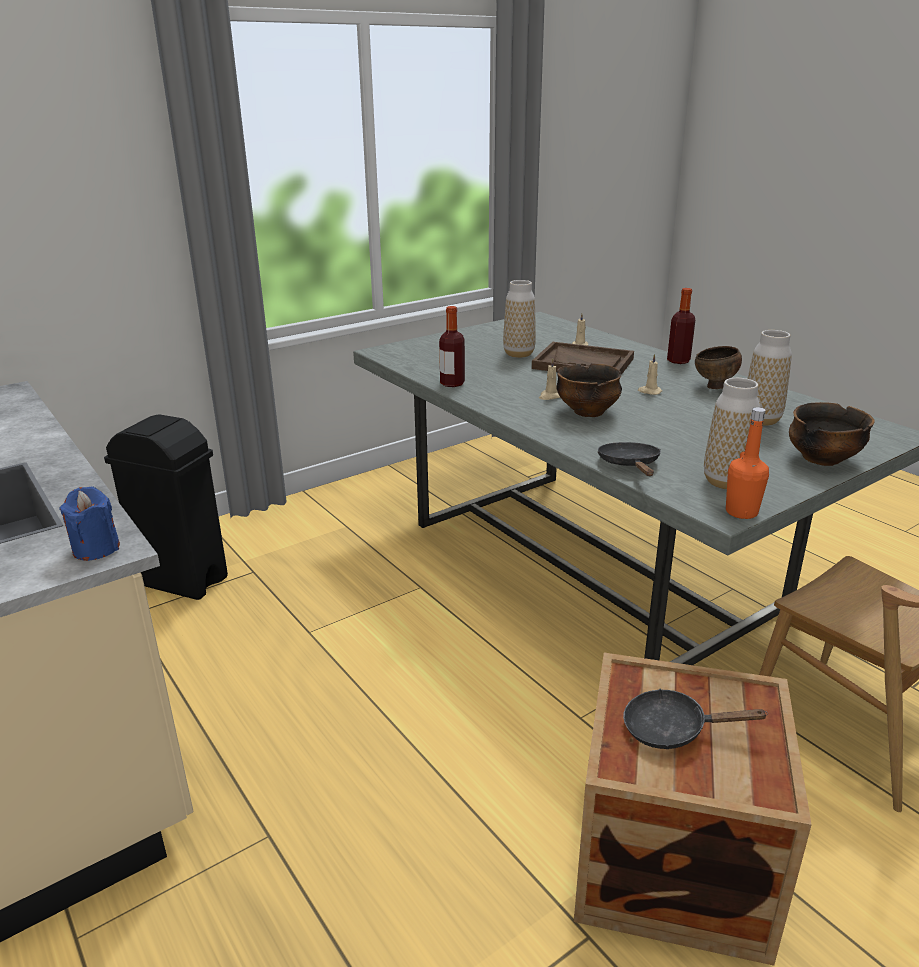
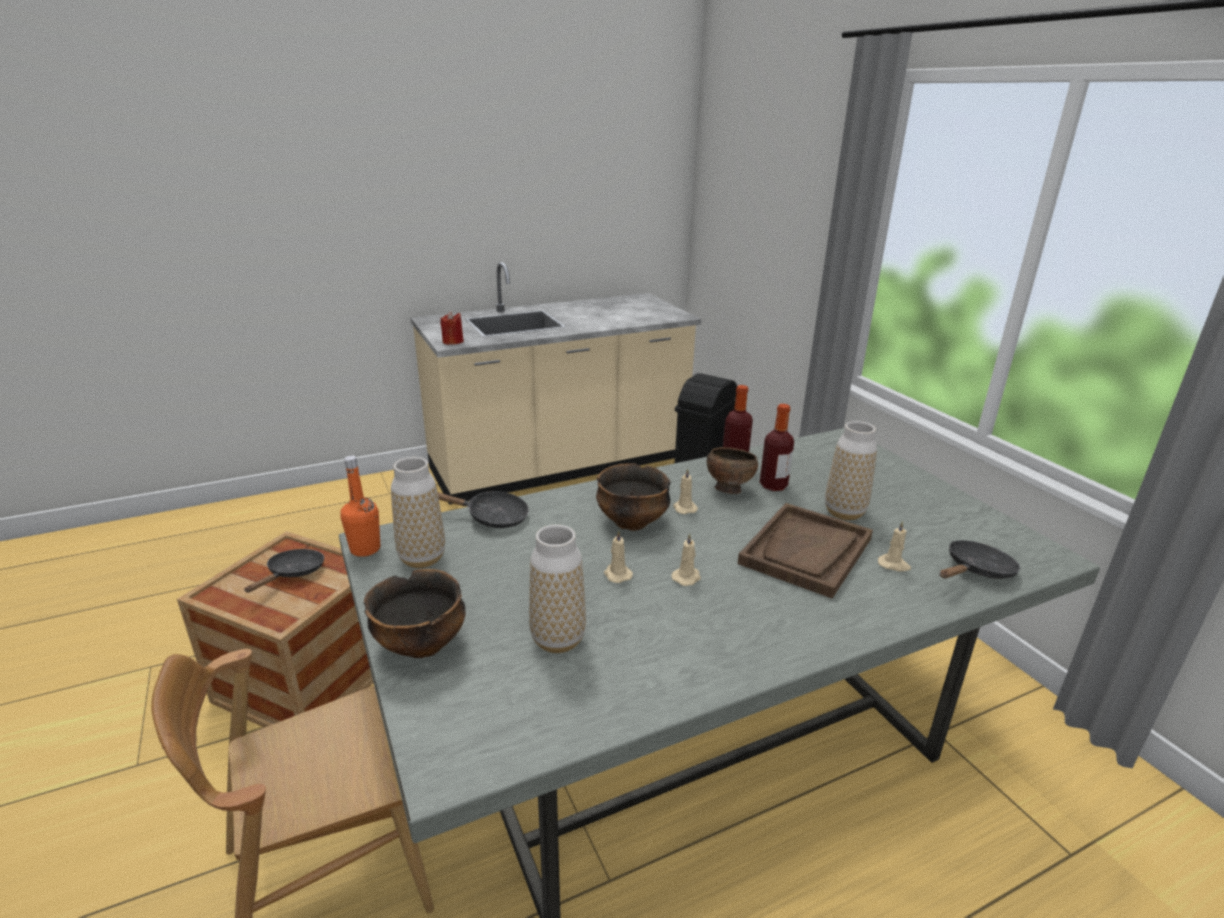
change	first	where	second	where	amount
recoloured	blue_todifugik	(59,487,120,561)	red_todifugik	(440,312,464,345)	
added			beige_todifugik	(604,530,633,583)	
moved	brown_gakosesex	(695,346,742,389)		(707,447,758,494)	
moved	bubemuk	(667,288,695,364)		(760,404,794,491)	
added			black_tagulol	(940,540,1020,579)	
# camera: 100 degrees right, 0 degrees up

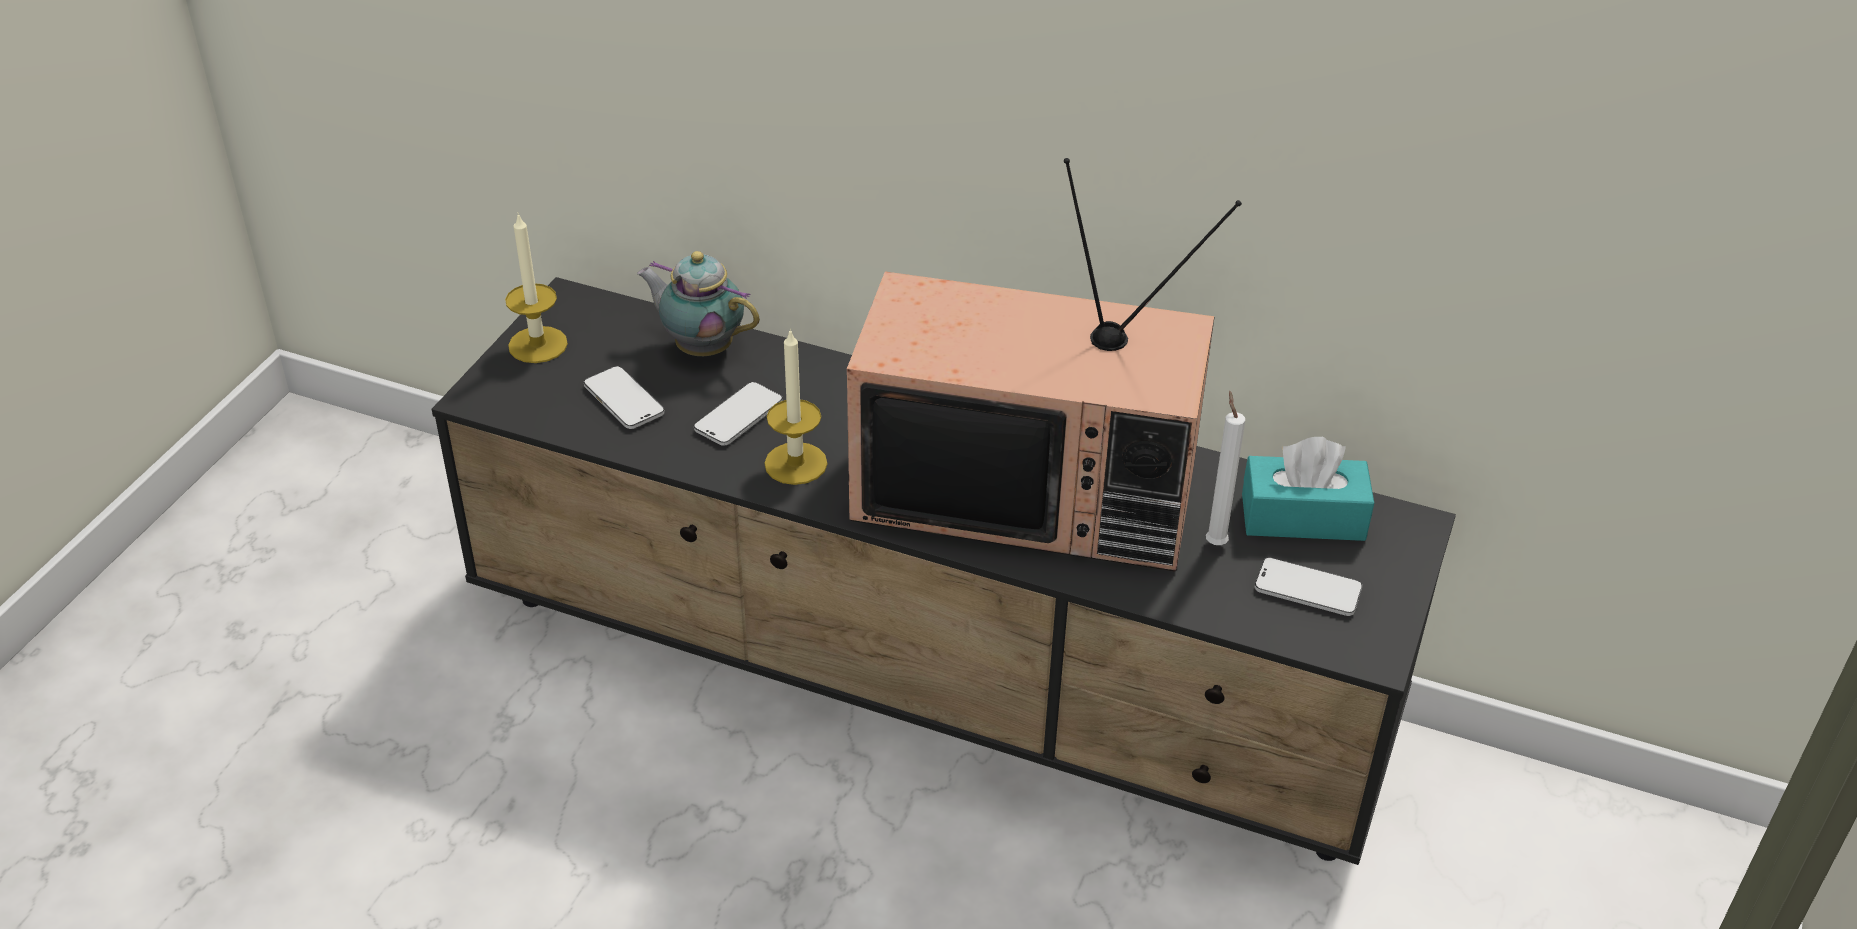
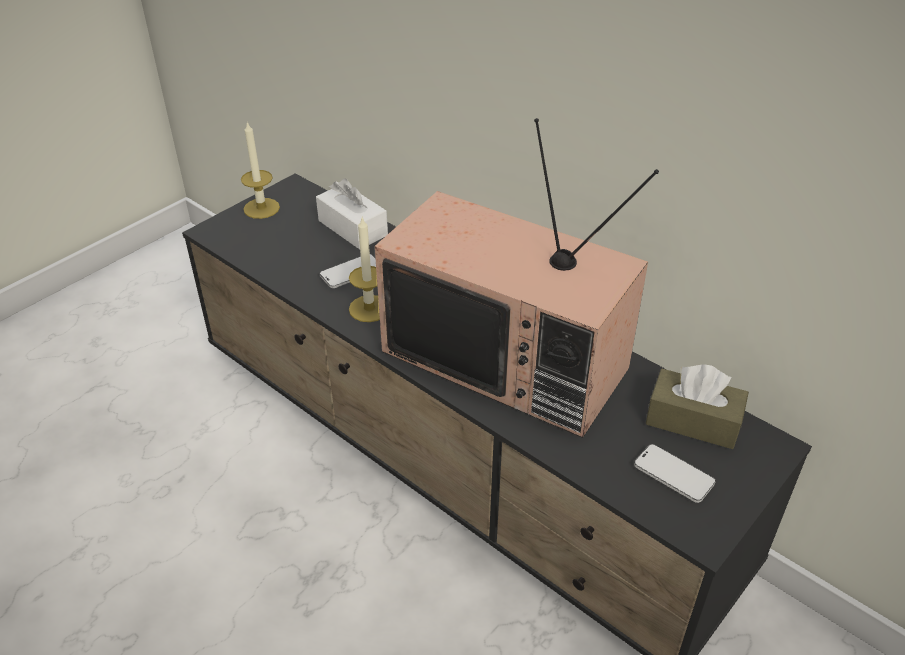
change	first	where	second	where	amount
replaced	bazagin	(637,251,760,356)	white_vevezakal	(316,179,388,249)	
recoloured	turquoise_vevezakal	(1242,437,1374,541)	brown_vevezakal	(646,364,749,449)	
removed	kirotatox	(584,366,664,429)			
removed	white_todifugik	(1206,390,1245,545)			
# camera: 20 degrees right, 0 degrees up

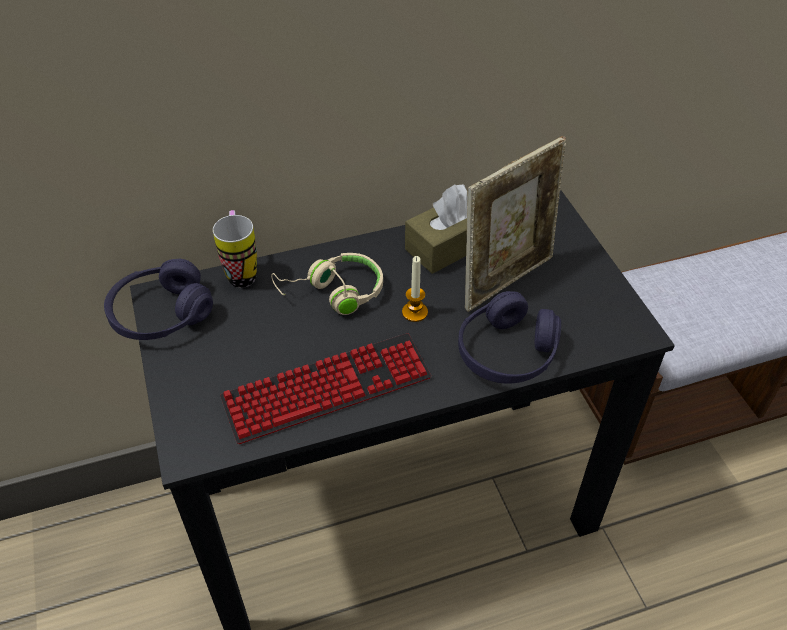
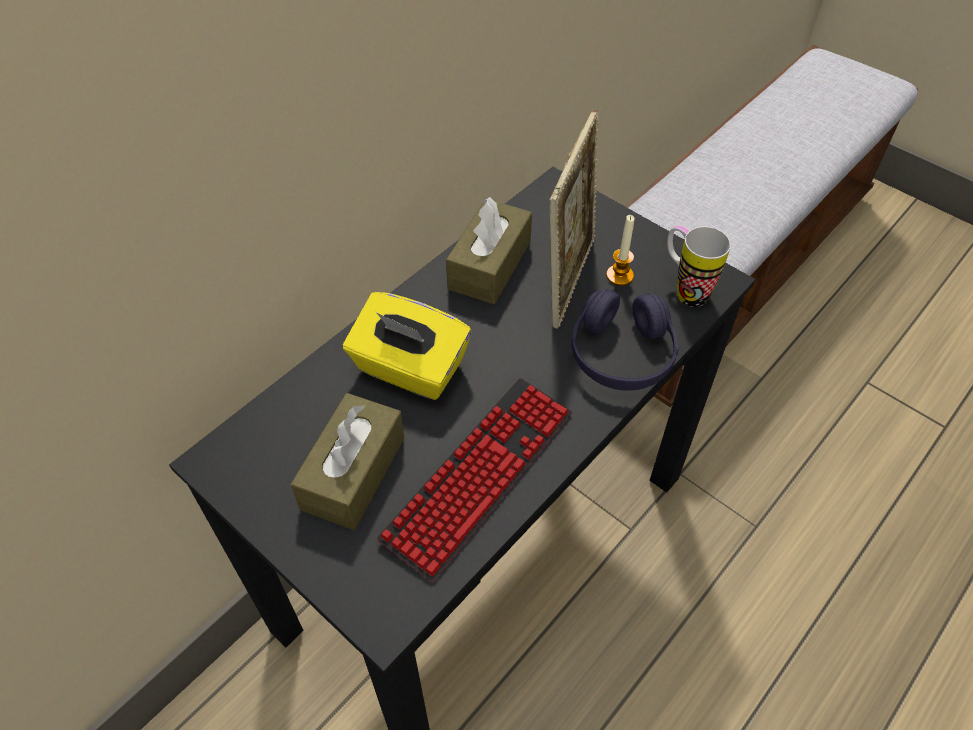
change	first	where	second	where	amount
added			brown_vevezakal	(290,393,404,530)	
replaced	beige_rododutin	(271,253,383,315)	yellow_vevezakal	(343,292,471,400)	
moved	todifugik	(402,256,428,322)		(606,215,634,286)	
moved	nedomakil	(213,210,257,288)		(667,225,731,307)	
removed	purple_rododutin	(104,259,213,340)			
# camera: 30 degrees left, 5 degrees up

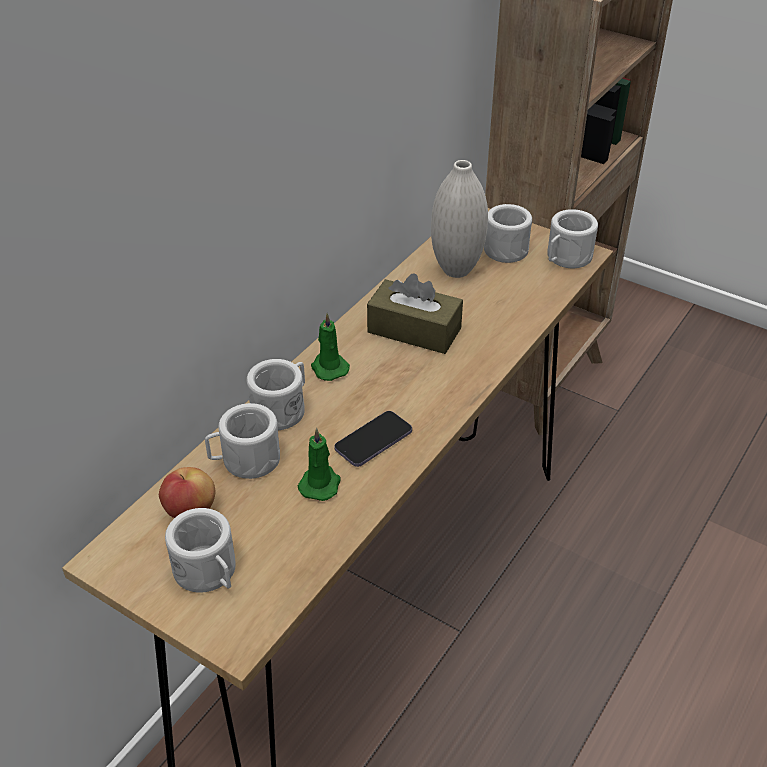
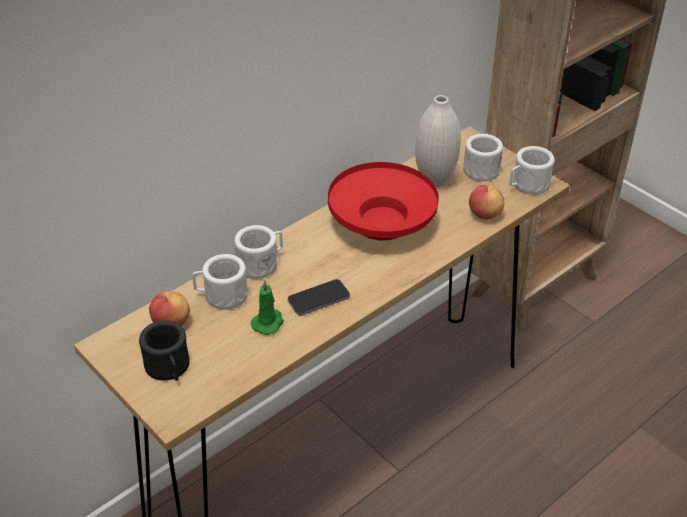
change	first	where	second	where	amount
recoloured	white_nedomakil	(165,508,236,593)	black_nedomakil	(139,320,190,381)	
replaced	brown_vevezakal	(367,273,463,354)	red_gakosesex	(328,162,439,241)	
added			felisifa	(469,185,504,219)	
removed	green_todifugik	(311,313,350,381)			
# camera: 15 degrees right, 0 degrees up

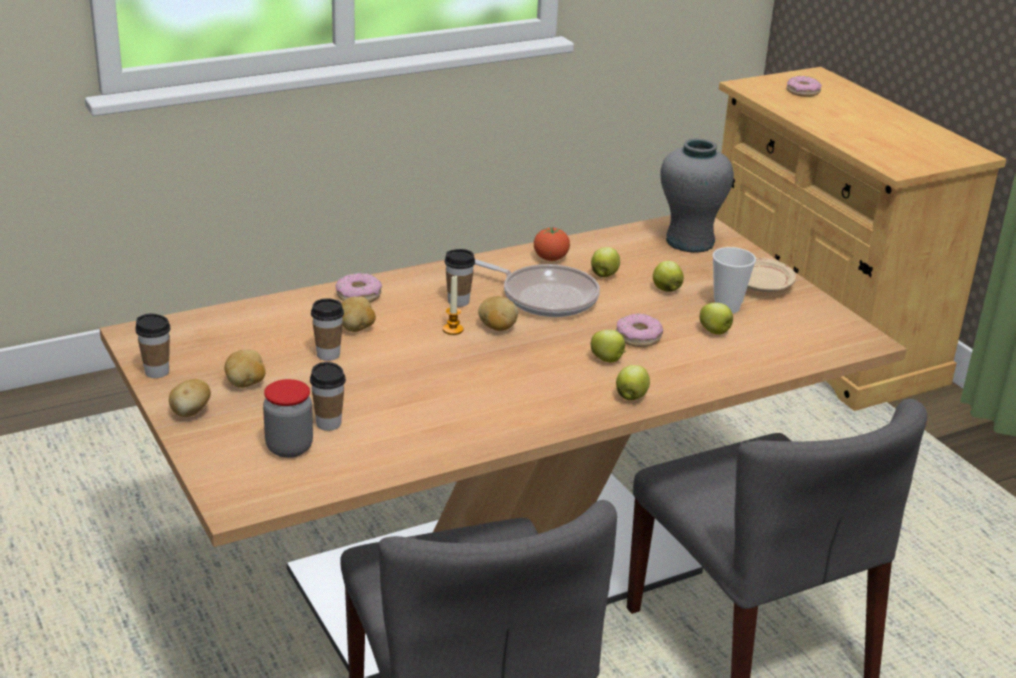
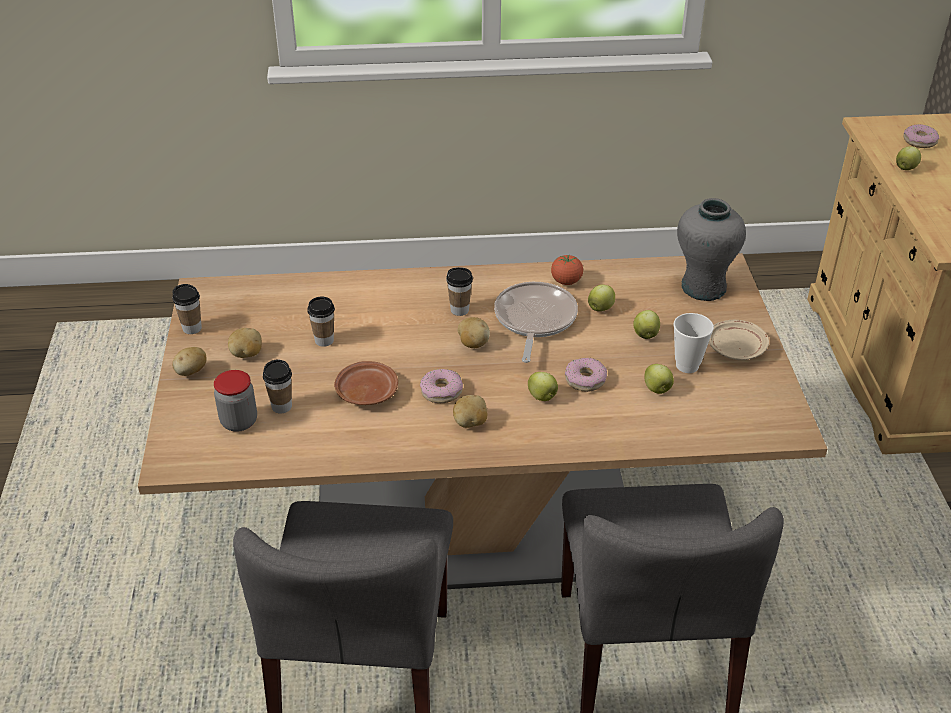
change	first	where	second	where	amount
added			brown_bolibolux	(334,361,398,405)	
moved	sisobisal	(336,273,382,303)		(420,369,463,403)	
moved	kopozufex	(341,296,376,332)		(453,395,487,428)	
turned	tagulol	(475,259,600,317)		(494,282,578,363)	135 degrees counterclockwise
moved	felisifa	(616,365,650,400)		(896,146,921,170)	
removed	todifugik	(443,275,463,335)			
# camera: 25 degrees right, 10 degrees up

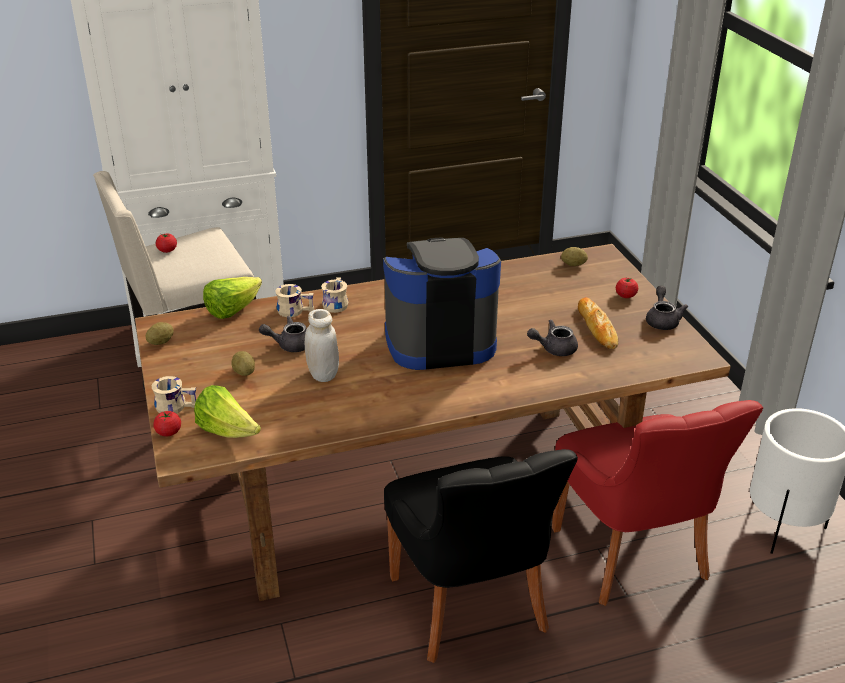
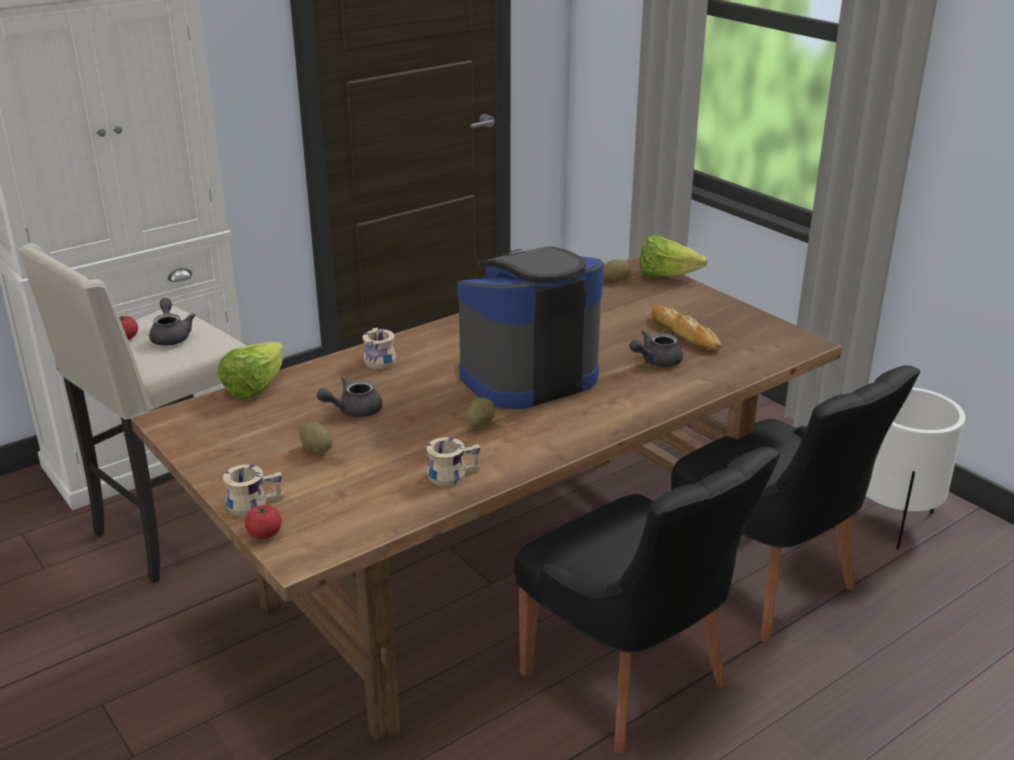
change	first	where	second	where	amount
moved	grey_bazagin	(646,286,688,330)		(149,298,195,346)	
moved	beige_nedomakil	(275,284,314,317)		(426,437,480,486)	
moved	kopozufex	(146,322,174,345)		(466,398,495,427)	
moved	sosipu	(194,385,261,438)		(640,235,708,276)	
recoloured	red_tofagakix	(552,400,763,606)	black_tofagakix	(671,366,920,642)	
removed	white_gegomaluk	(305,309,339,382)			
removed	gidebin	(616,277,638,298)			
# camera: 20 degrees left, 5 degrees down

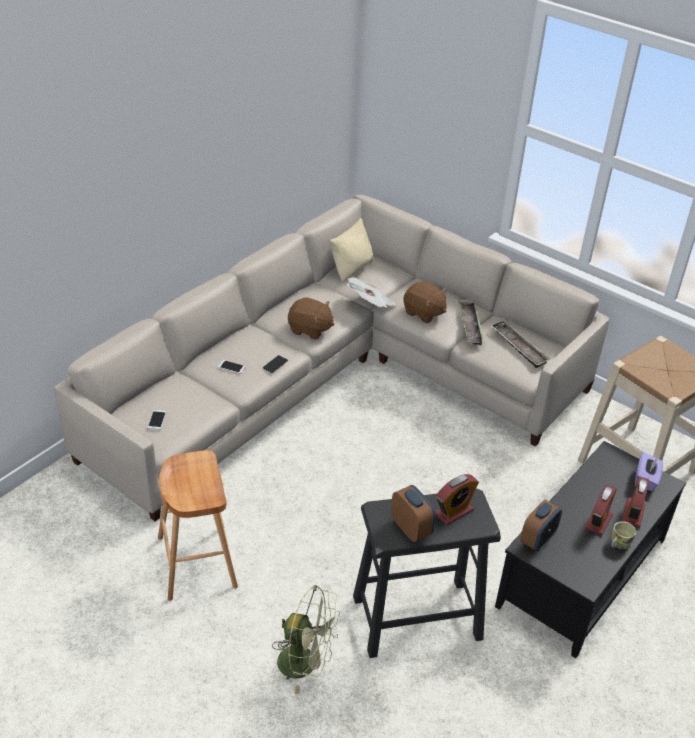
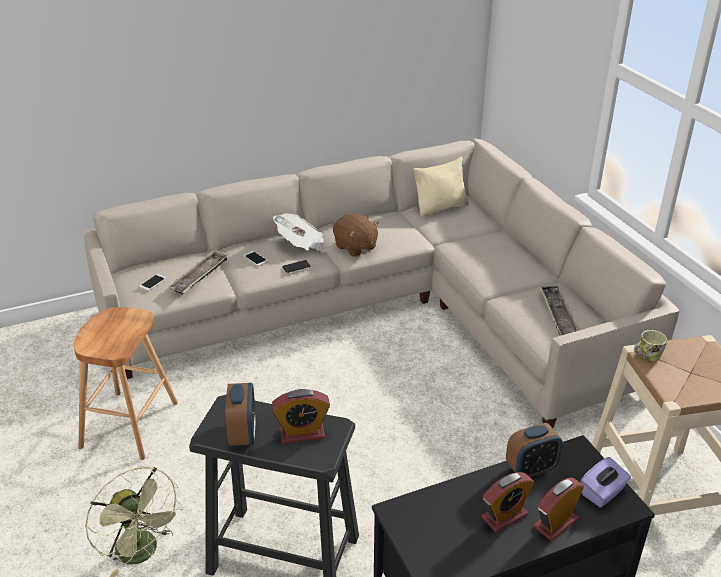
change	first	where	second	where	amount
moved	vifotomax	(458,300,485,345)		(168,249,229,295)	
moved	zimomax	(346,277,396,308)		(273,213,327,252)	
moved	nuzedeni	(520,500,562,551)		(506,423,563,477)	
moved	nedomakil	(611,521,636,549)		(634,330,667,361)	
removed	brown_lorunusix	(403,281,447,323)			
# camera: 30 degrees right, 5 degrees down

